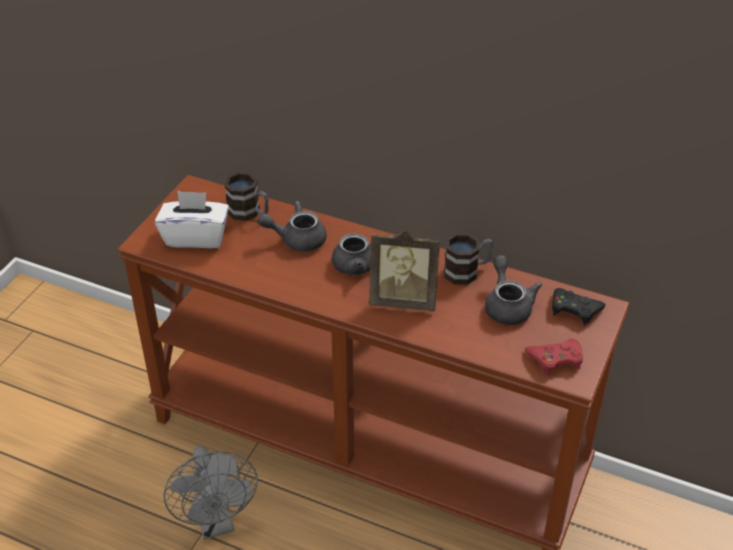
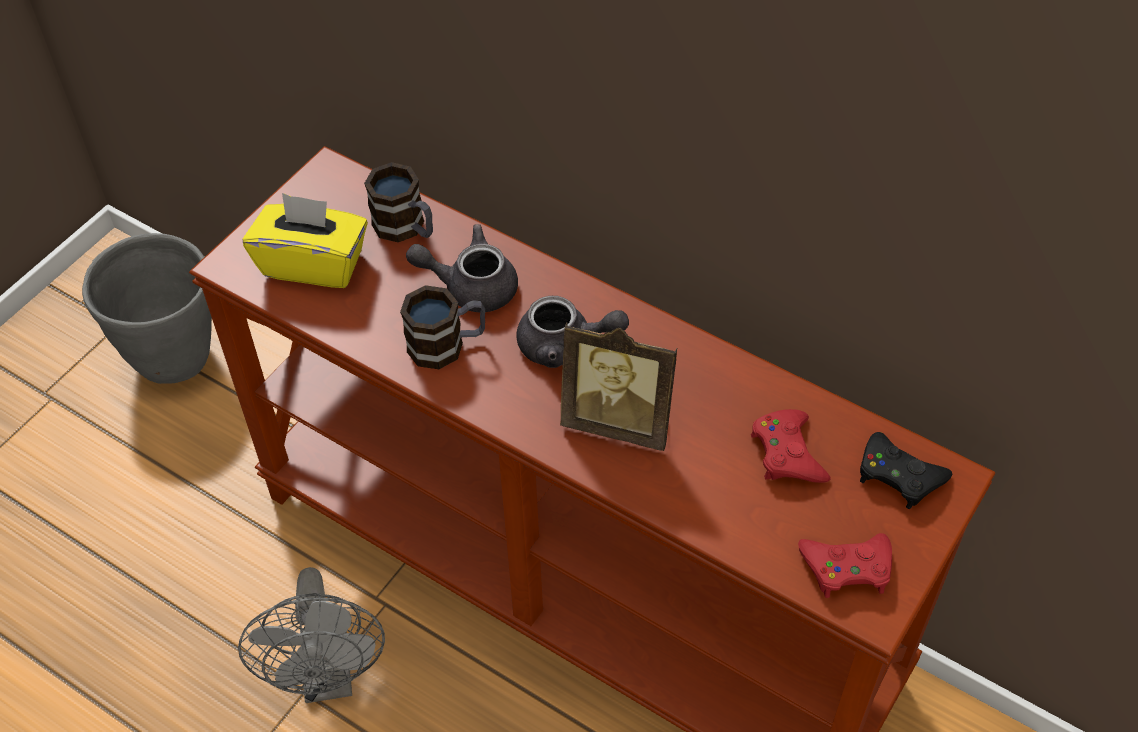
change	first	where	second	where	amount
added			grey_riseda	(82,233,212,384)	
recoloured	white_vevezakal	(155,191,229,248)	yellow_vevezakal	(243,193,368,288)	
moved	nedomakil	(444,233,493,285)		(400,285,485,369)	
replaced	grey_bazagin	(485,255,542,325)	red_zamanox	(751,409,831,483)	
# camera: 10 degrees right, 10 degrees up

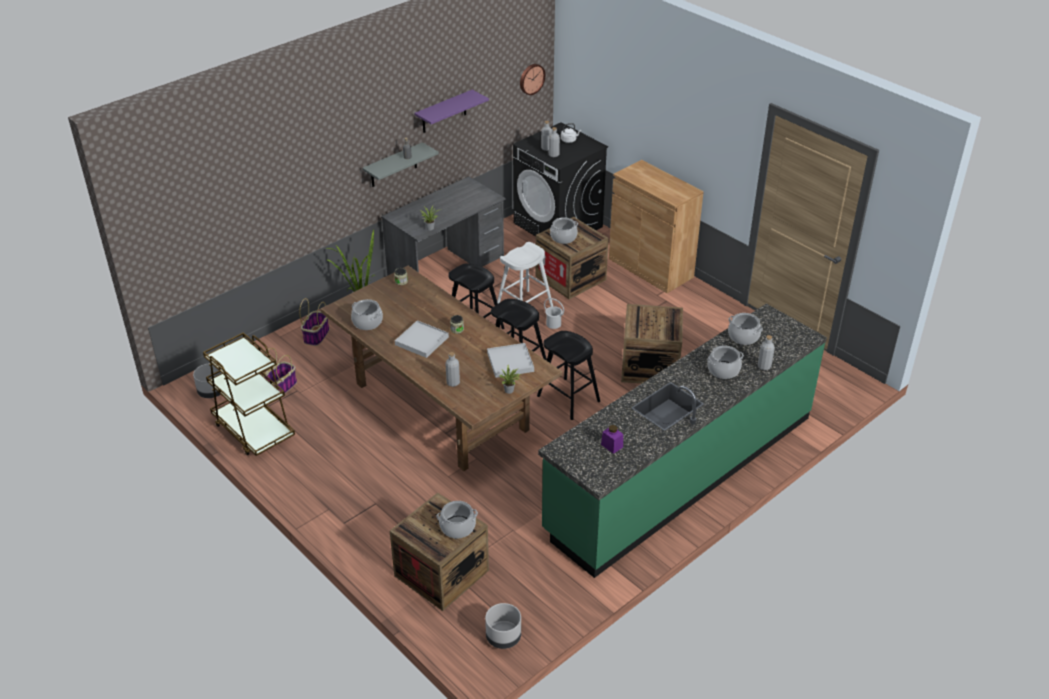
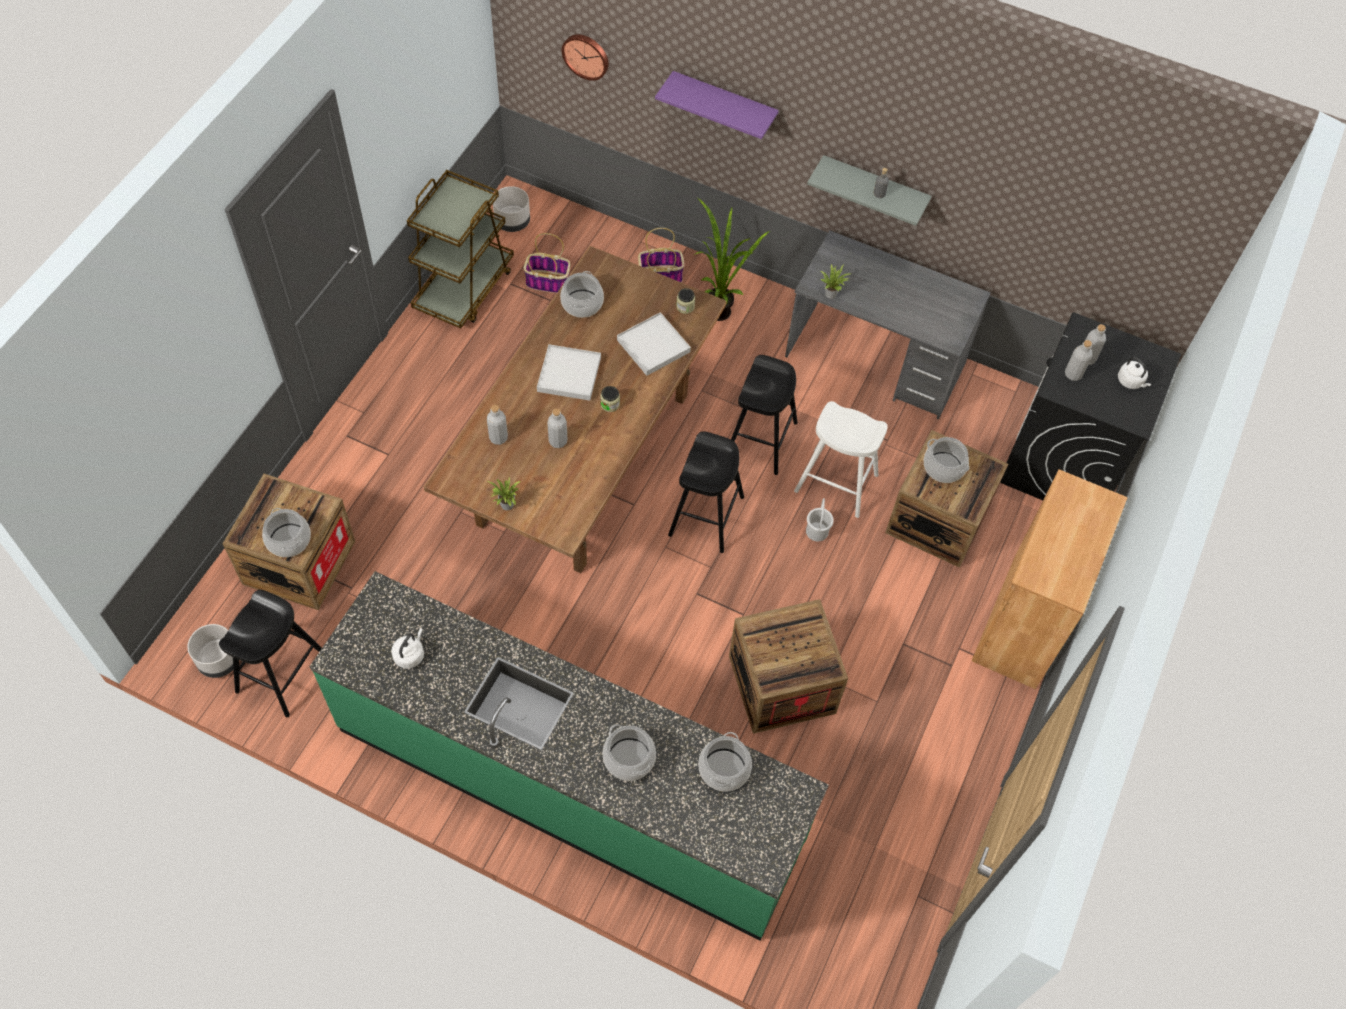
change	first	where	second	where	amount
moved	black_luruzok	(537,331,600,420)		(219,590,322,717)	
replaced	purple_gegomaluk	(601,425,623,454)	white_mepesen	(391,628,424,668)	
moved	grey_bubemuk	(758,335,775,370)		(547,409,567,448)	
moved	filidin	(520,64,545,95)		(562,34,609,81)	
moved	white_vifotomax	(487,343,534,378)		(617,312,691,376)	
moved	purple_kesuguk	(414,90,489,133)		(655,71,779,139)	
# camera: 65 degrees right, 20 degrees up

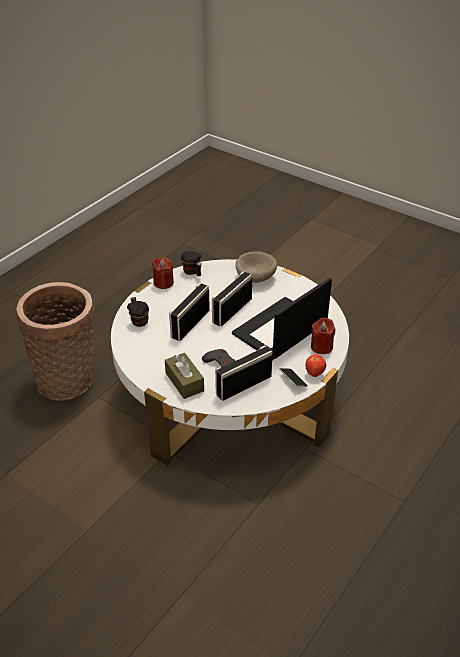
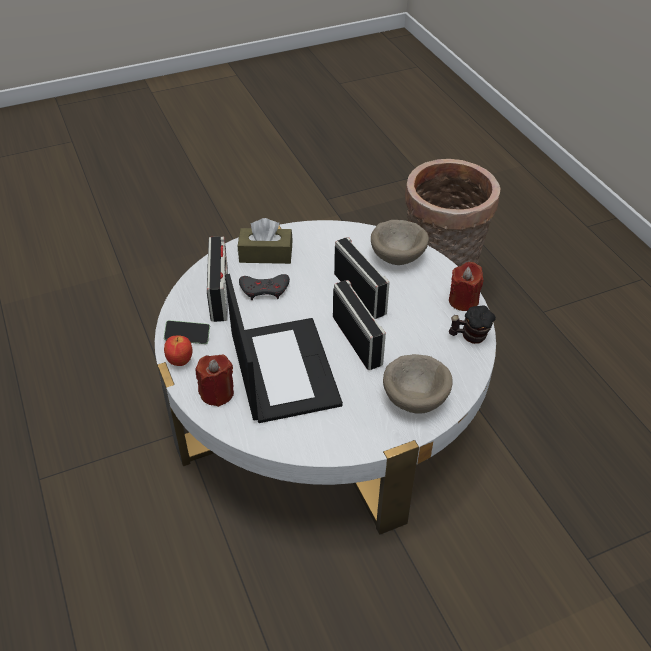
change	first	where	second	where	amount
replaced	nedomakil	(127,297,149,327)	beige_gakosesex	(371,220,429,265)	
# camera: 120 degrees right, 5 degrees up

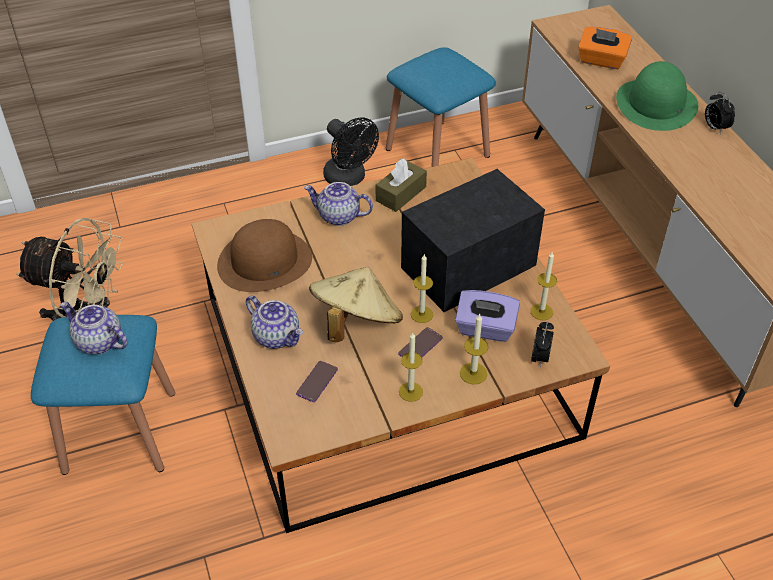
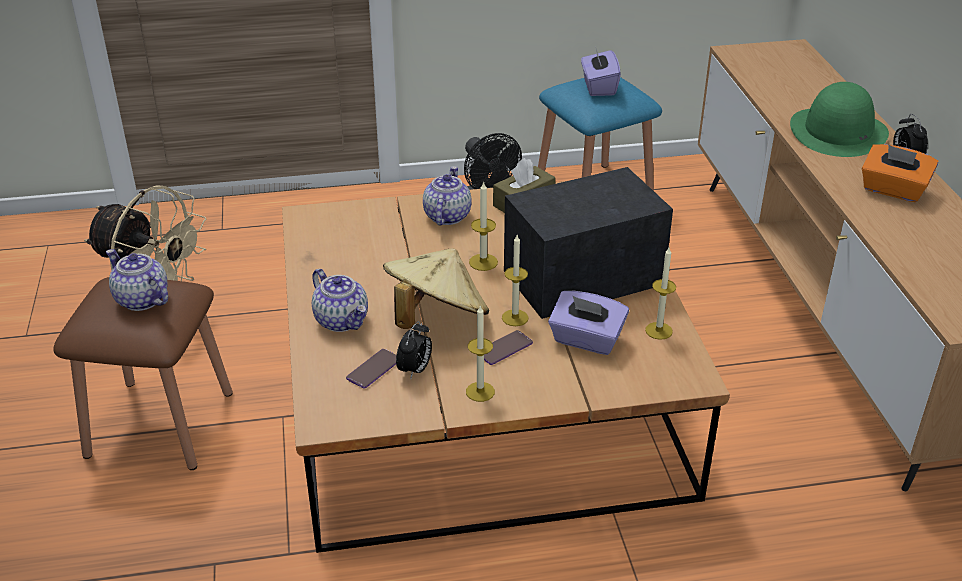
change	first	where	second	where	amount
recoloured	blue_luruzok	(31,315,175,475)	brown_luruzok	(53,277,233,470)	
moved	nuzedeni	(531,322,554,367)		(396,321,432,378)	
turned	bazagin	(304,182,373,226)		(423,166,472,225)	75 degrees clockwise
moved	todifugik	(460,313,488,384)		(469,181,498,271)	
added			purple_vevezakal	(581,46,621,96)	
moved	orange_vevezakal	(578,27,632,69)		(862,144,938,202)	
removed	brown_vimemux	(217,219,312,292)			
# camera: 10 degrees right, 10 degrees down

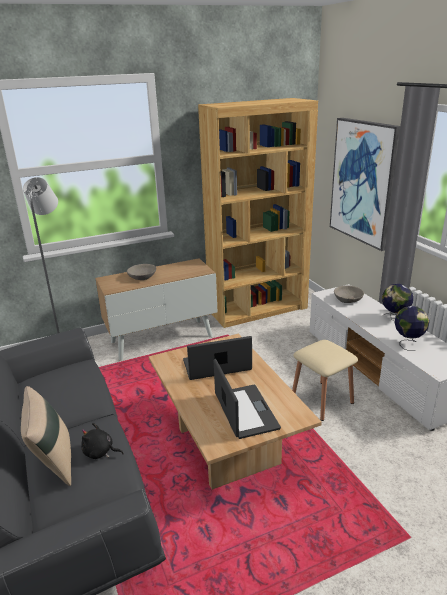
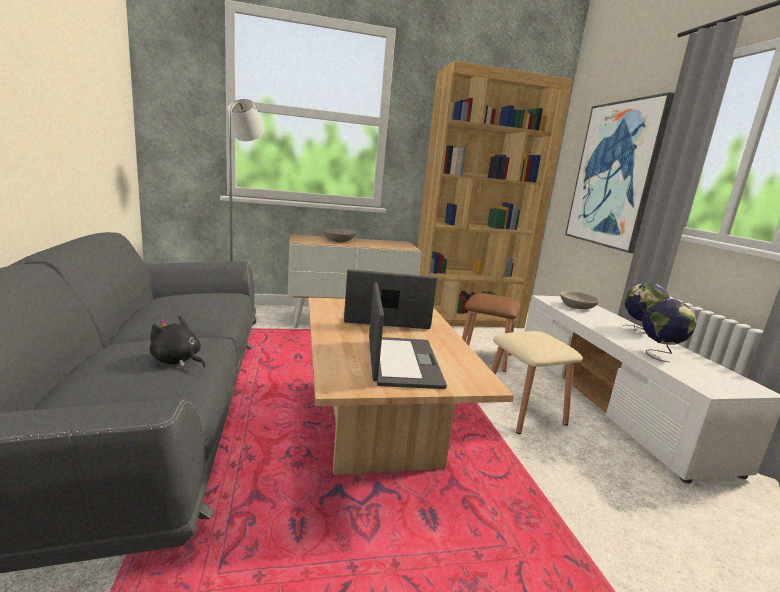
change	first	where	second	where	amount
added			brown_luruzok	(462,293,521,372)	
removed	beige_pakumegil	(21,386,71,486)			
# camera: 10 degrees right, 10 degrees down

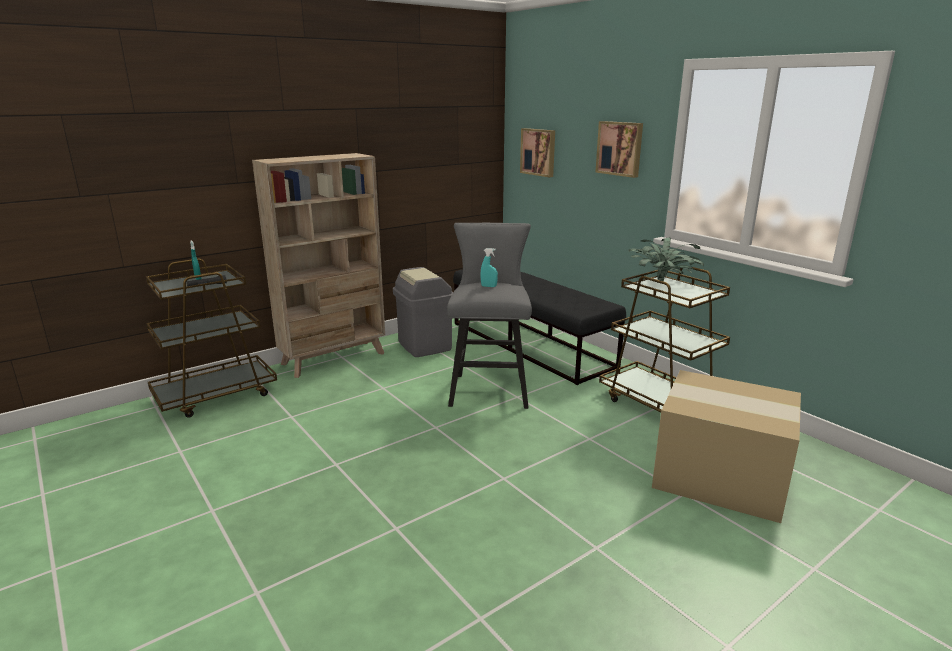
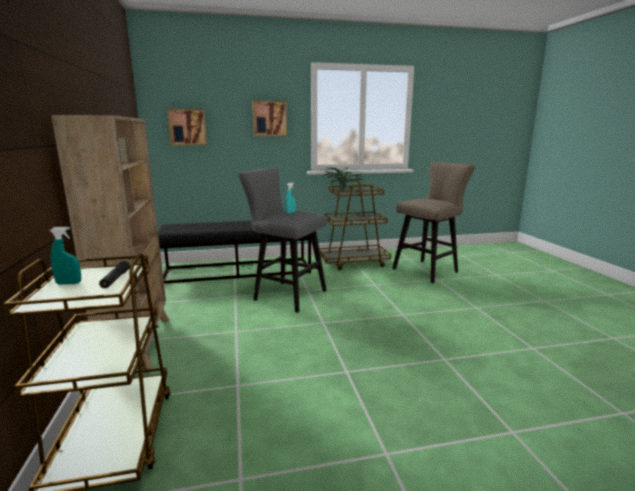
change	first	where	second	where	amount
replaced	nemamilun	(652,370,801,523)	beige_luruzok	(392,162,475,283)	
removed	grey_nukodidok	(393,267,453,357)			
# camera: 65 degrees left, 5 degrees down

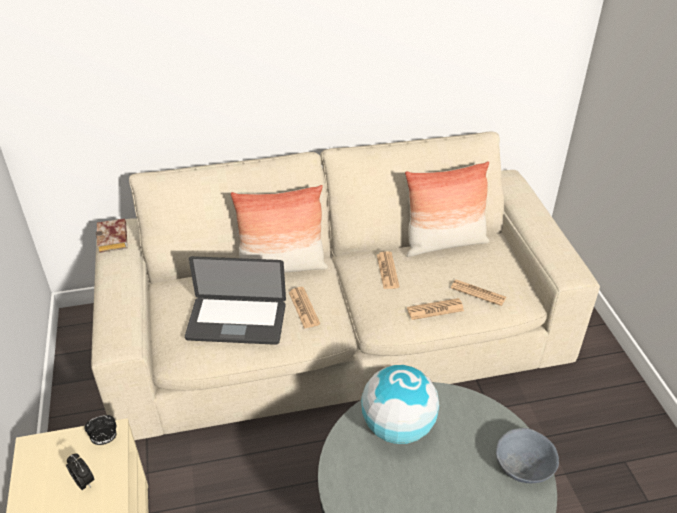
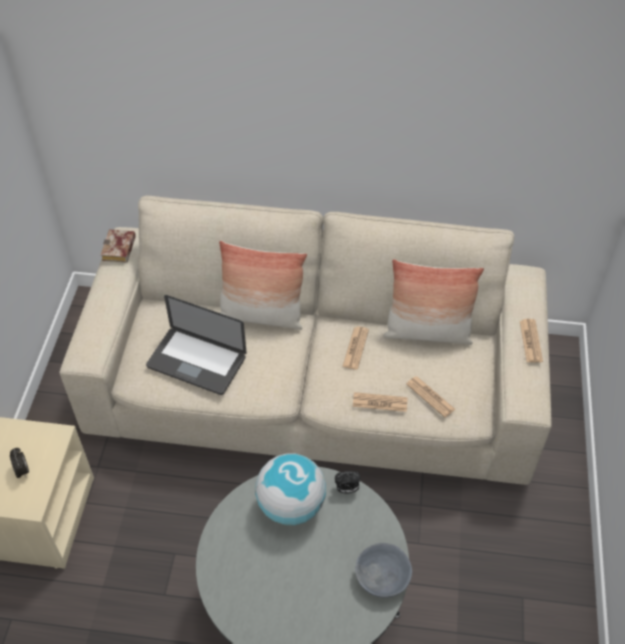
change	first	where	second	where	amount
moved	nuzedeni	(84,415,116,445)		(335,471,361,494)	
moved	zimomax	(289,287,320,329)		(520,319,543,363)	
# camera: 20 degrees right, 10 degrees up

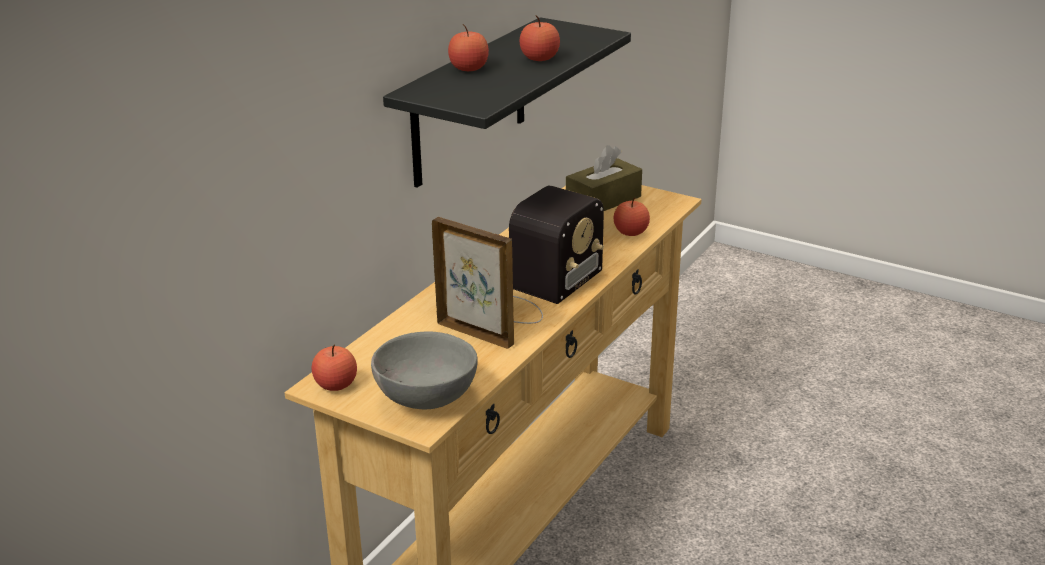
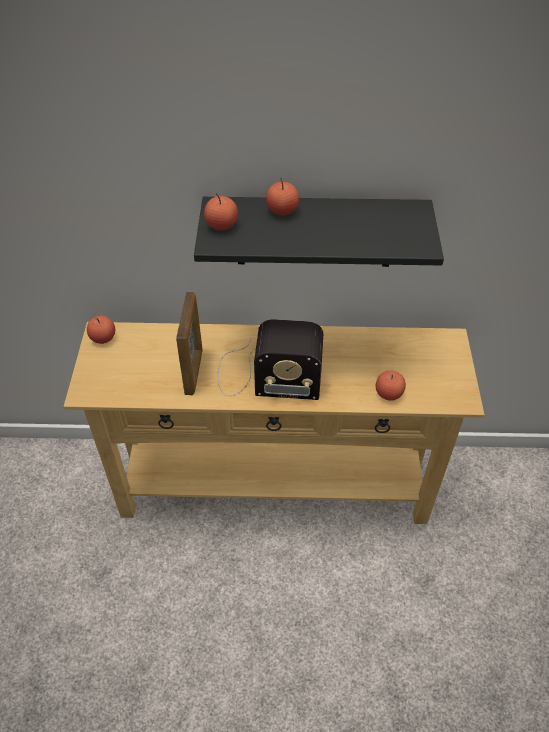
change	first	where	second	where	amount
moved	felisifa	(520,15,560,61)		(204,193,238,231)	
removed	grey_gakosesex	(371,331,478,409)			
removed	brown_vevezakal	(566,145,642,211)			
# camera: 60 degrees right, 20 degrees up

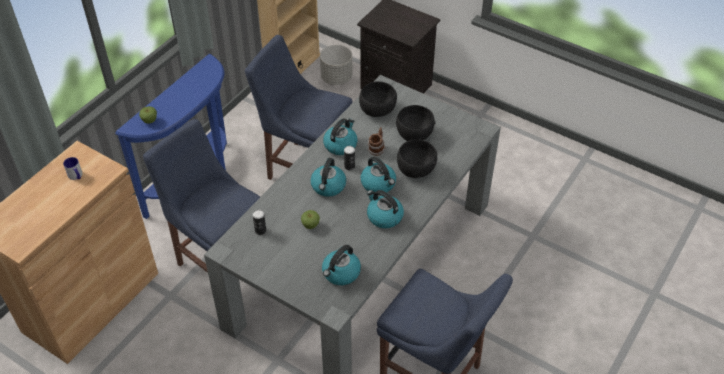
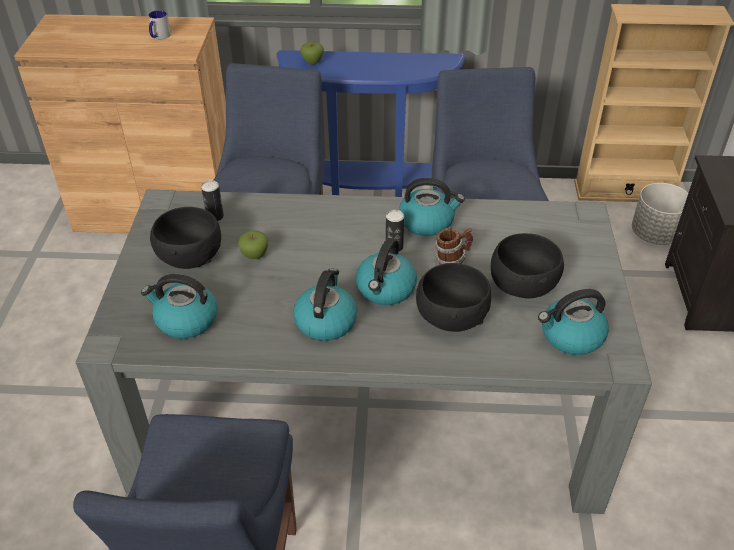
change	first	where	second	where	amount
moved	black_gakosesex	(359,81,397,117)		(150,207,221,269)	
moved	mepesen	(311,158,346,197)		(538,289,609,355)	
# camera: 60 degrees right, 5 degrees down

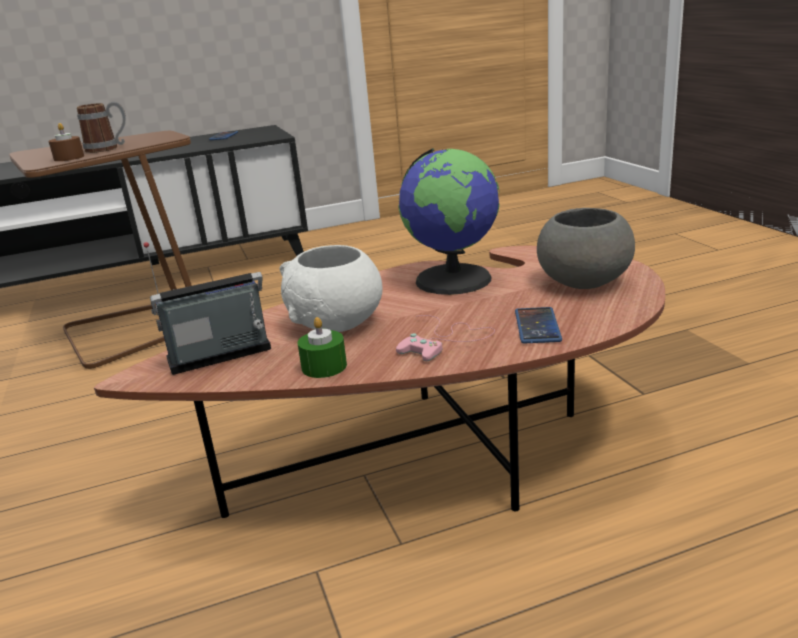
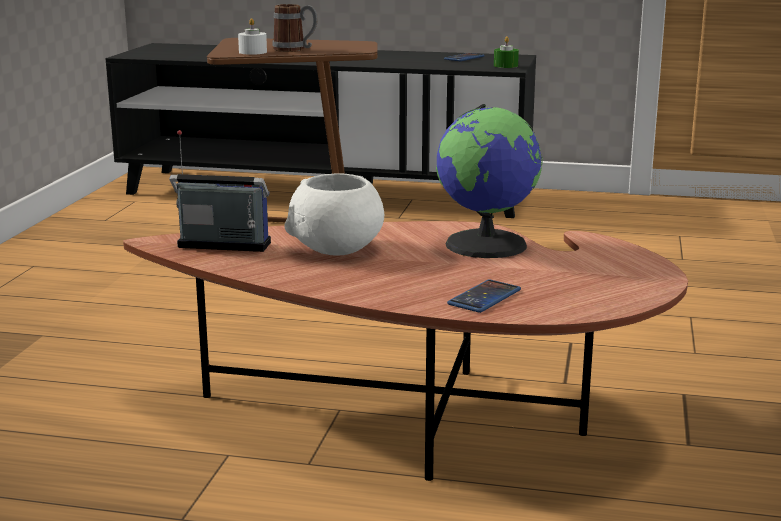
change	first	where	second	where	amount
recoloured	brown_todifugik	(48,123,84,161)	white_todifugik	(238,18,267,55)	
moved	green_todifugik	(297,317,347,378)		(494,36,519,68)	
removed	pink_zamanox	(396,315,495,361)			
removed	grey_gakosesex	(537,208,635,289)			
# camera: 30 degrees right, 5 degrees down

